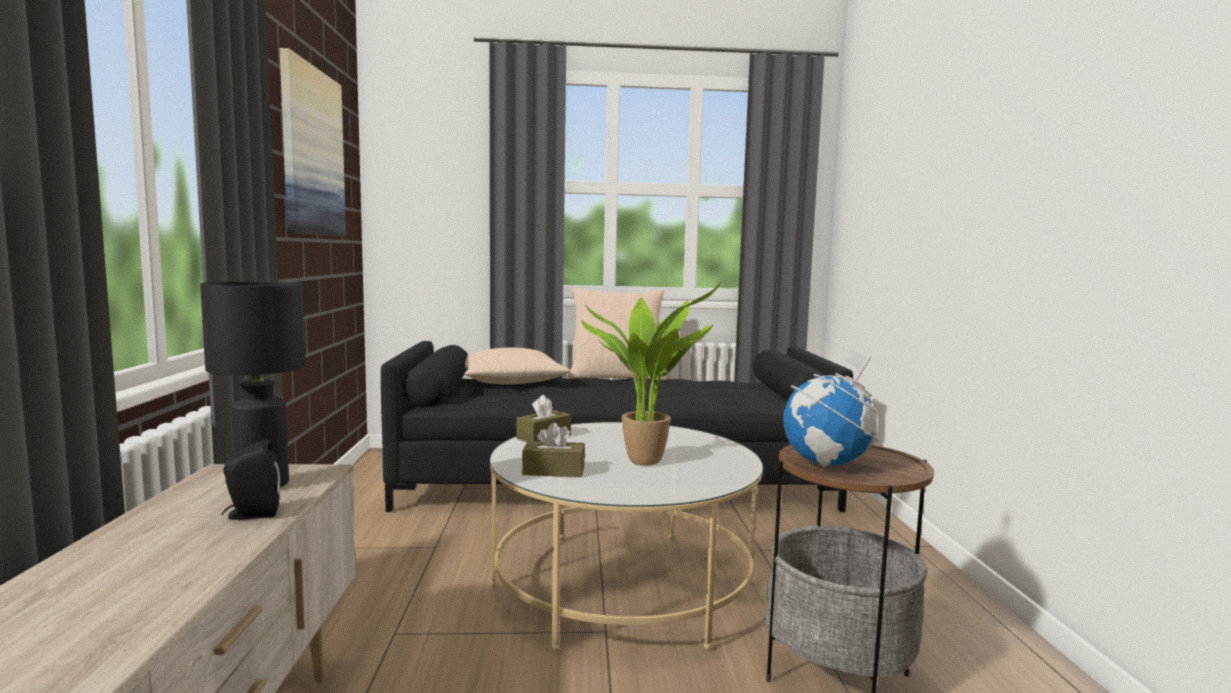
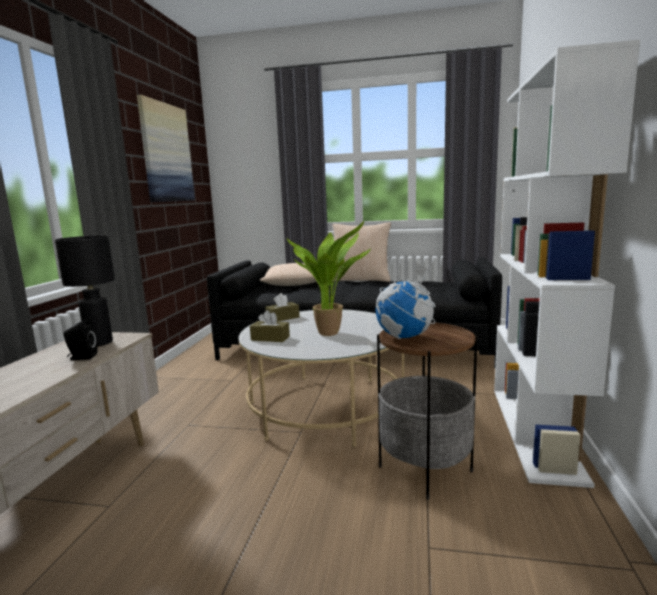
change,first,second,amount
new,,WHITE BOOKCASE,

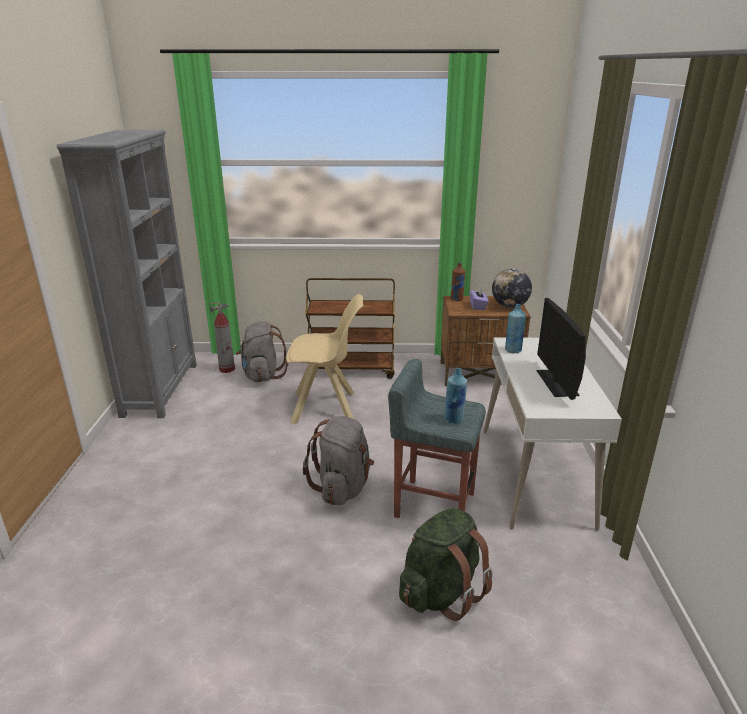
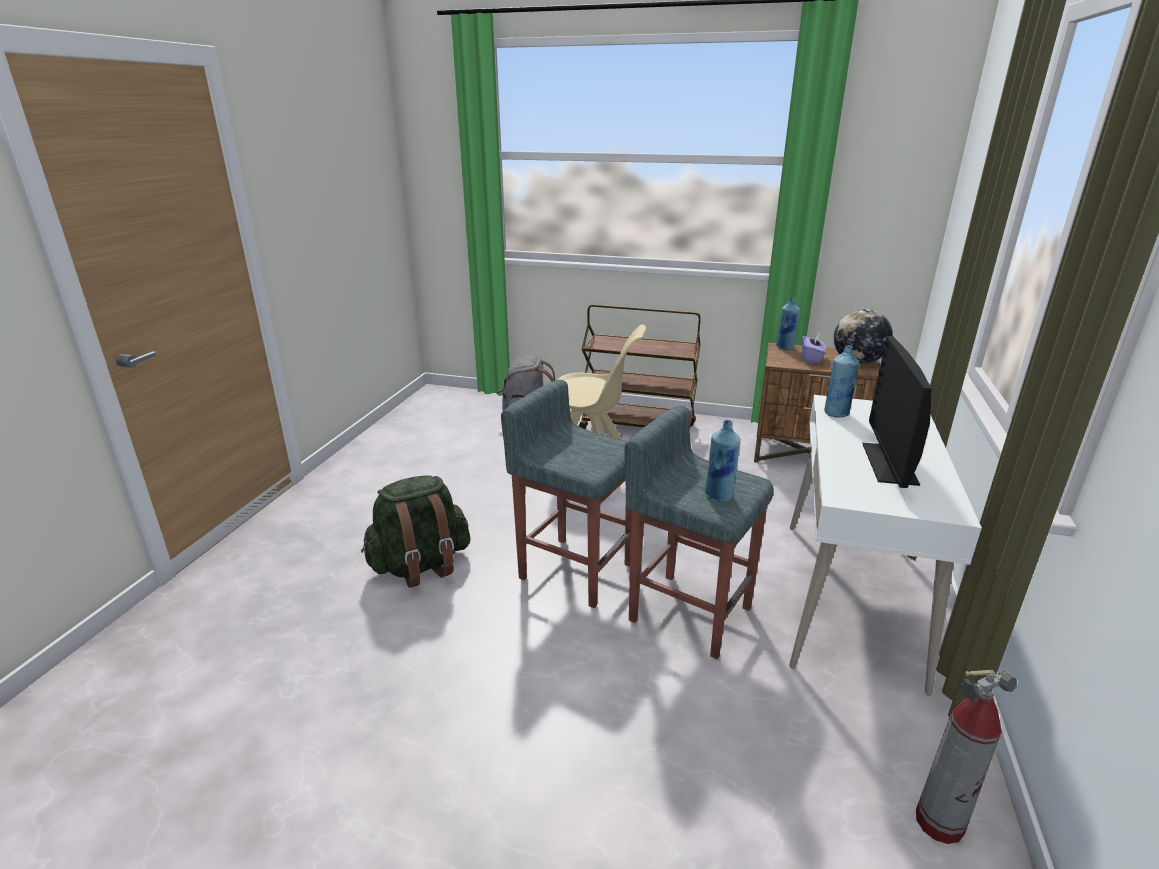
change,first,second,amount
gone,GREY BOOKCASE,,
shifted,FIRE EXTINGUISHER,,
shifted,GREEN BACKPACK,,
swapped,GREY BACKPACK (no. 2 from left),GREY STOOL (no. 1 from left),
repainted,BROWN BOTTLE,BLUE BOTTLE (no. 2 from left),

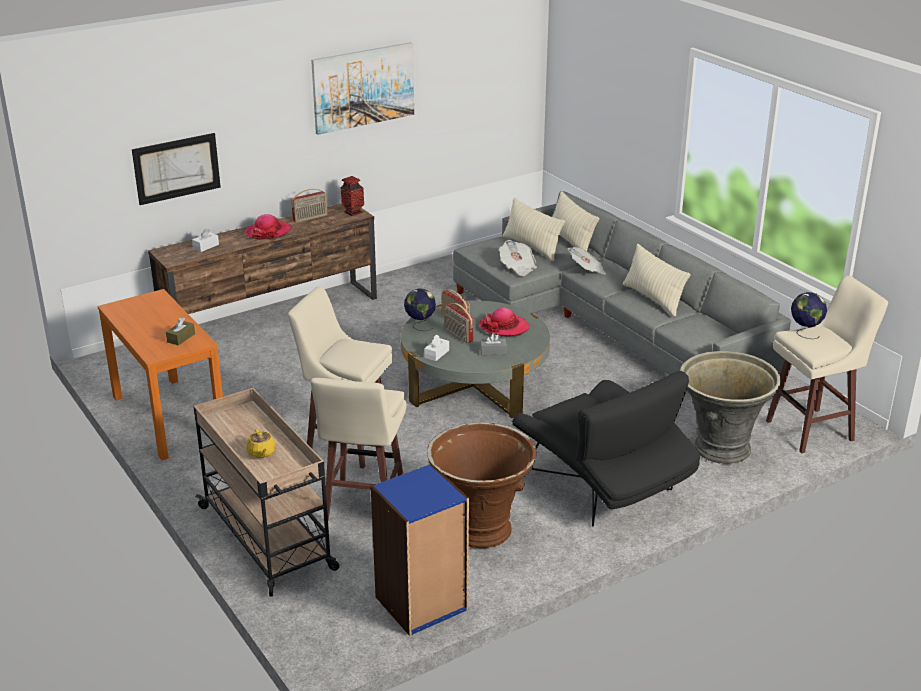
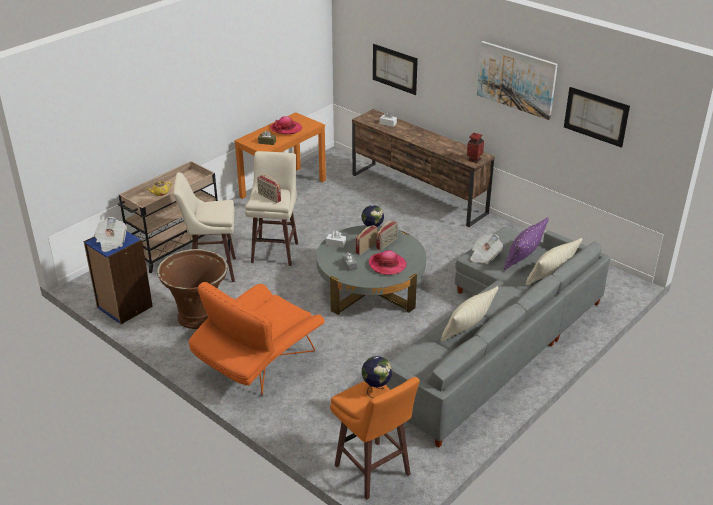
change,first,second,amount
gone,GREY PLANTER,,
new,,PICTURE (no. 3 from left),
shifted,HAT (no. 1 from left),,
shifted,RADIO (no. 1 from left),,
shifted,NEWSPAPER (no. 2 from left in the first image),NEWSPAPER (no. 1 from left),
repainted,BEIGE PILLOW (no. 1 from left),PURPLE PILLOW,
repainted,BLACK ARMCHAIR,ORANGE ARMCHAIR,
repainted,BEIGE STOOL (no. 3 from left),ORANGE STOOL,

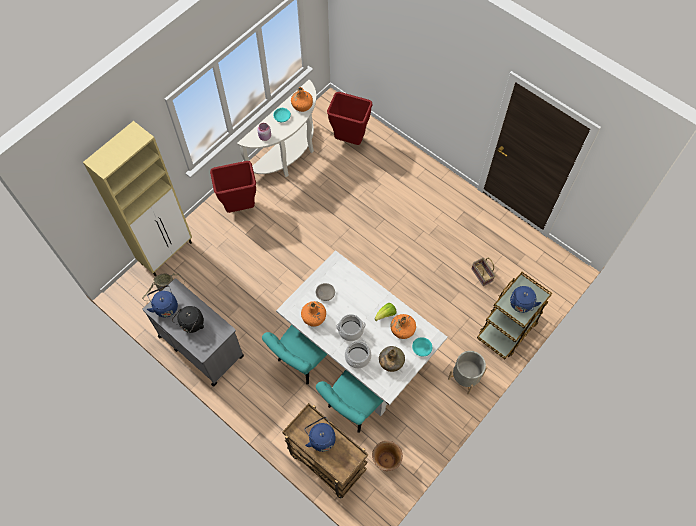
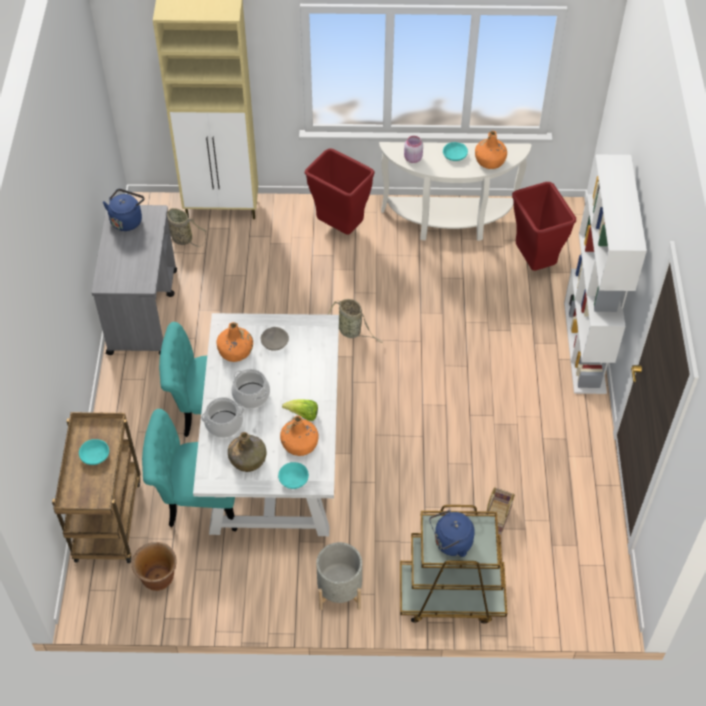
change,first,second,amount
gone,BLACK KETTLE,,
new,,BASKET (no. 2 from left),
new,,WHITE BOOKCASE,
swapped,BLUE KETTLE (no. 2 from left),TURQUOISE BOWL (no. 1 from left),

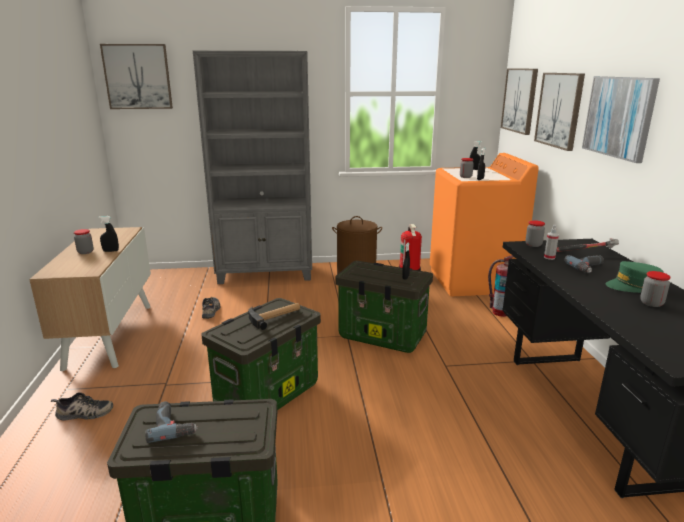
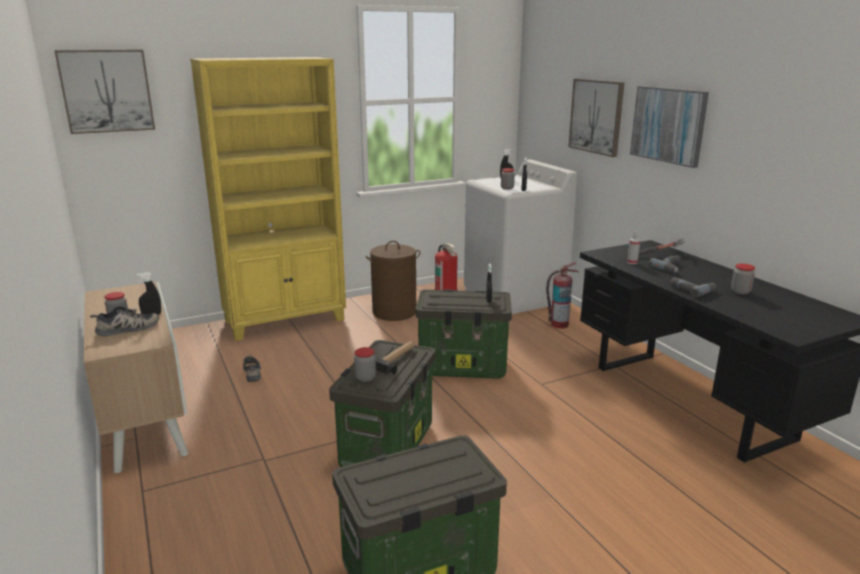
change,first,second,amount
gone,PICTURE (no. 2 from left),,
gone,GREEN CAP,,
shifted,SHOE (no. 1 from left),,
shifted,POWER DRILL (no. 1 from left in the first image),POWER DRILL (no. 2 from left),
shifted,JAR (no. 3 from left in the first image),JAR (no. 2 from left),
repainted,GREY BOOKCASE,YELLOW BOOKCASE,
repainted,ORANGE WASHING MACHINE,WHITE WASHING MACHINE,

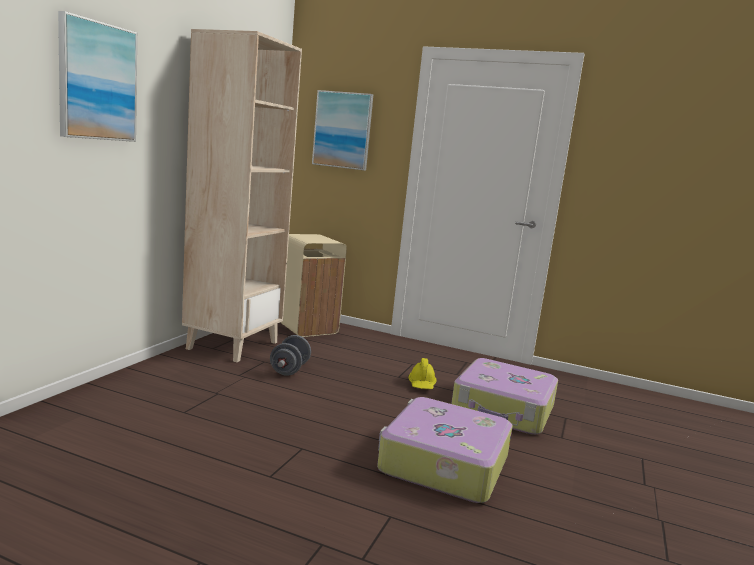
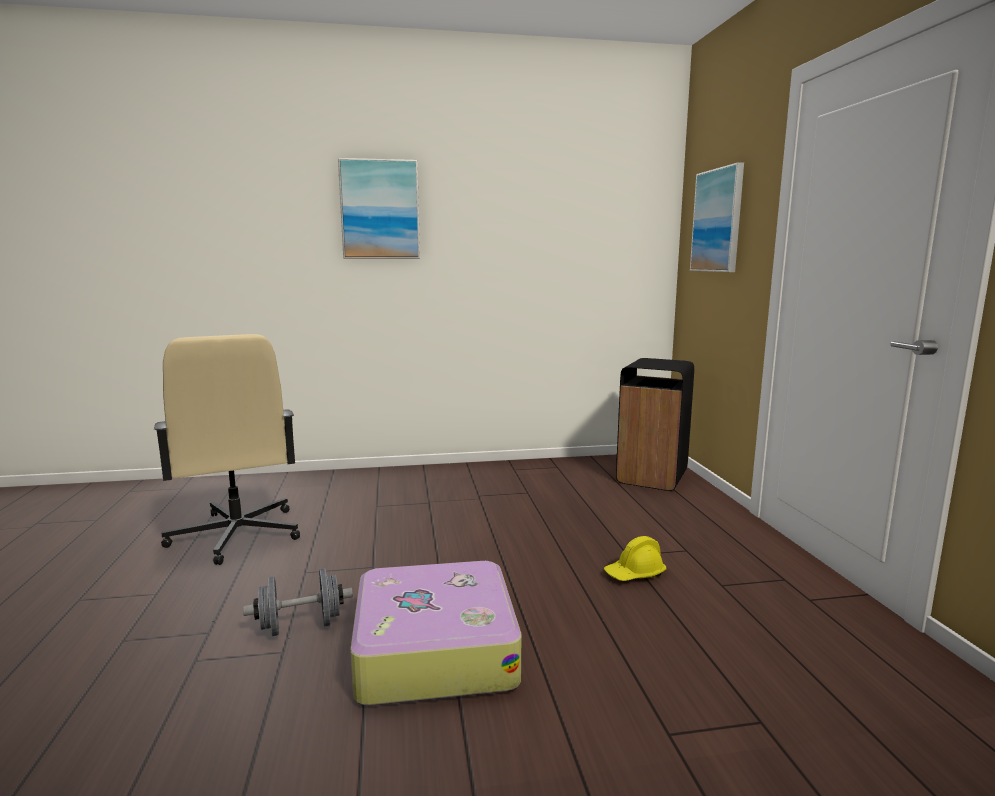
change,first,second,amount
gone,BEIGE BOOKCASE,,
gone,SUITCASE (no. 2 from left),,
new,,BEIGE OFFICE CHAIR,
shifted,GREY DUMBBELL,,
repainted,BEIGE TRASH CAN,BLACK TRASH CAN,

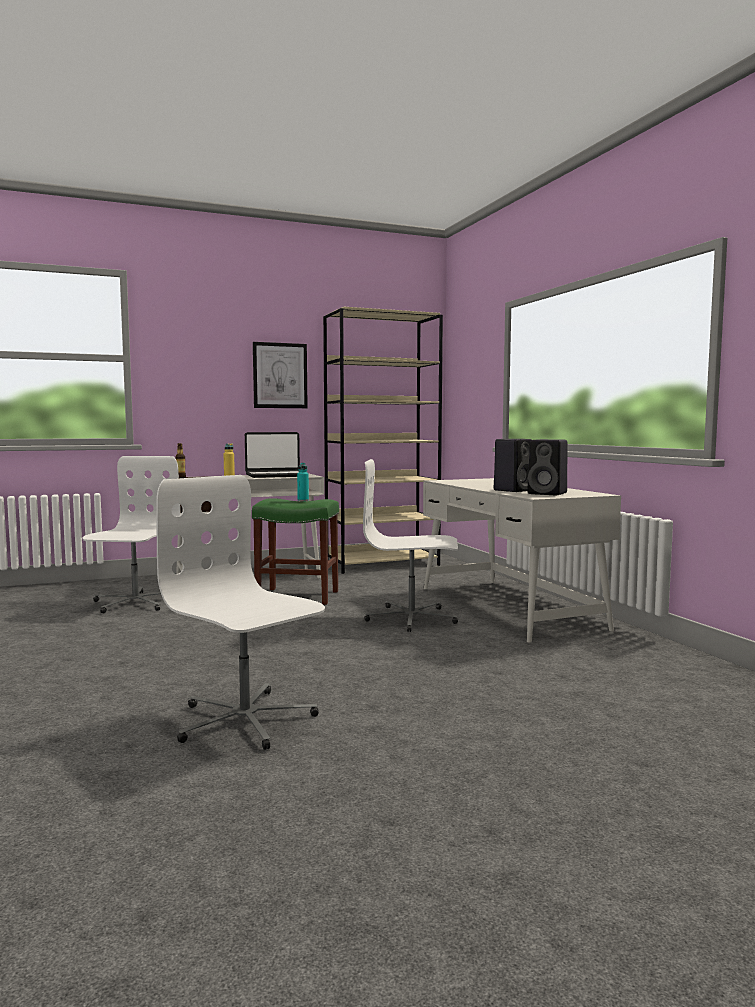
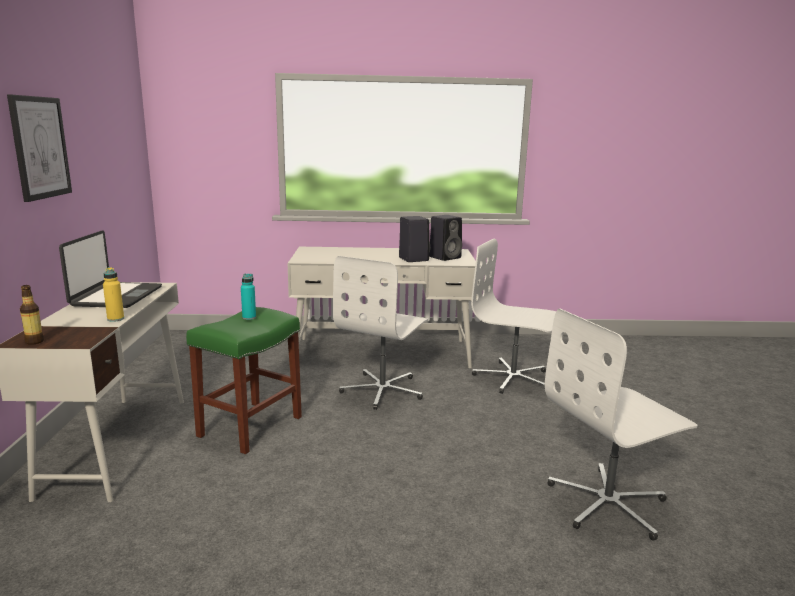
change,first,second,amount
gone,BEIGE BOOKCASE,,
shifted,WHITE OFFICE CHAIR (no. 1 from left in the first image),WHITE OFFICE CHAIR (no. 2 from left),

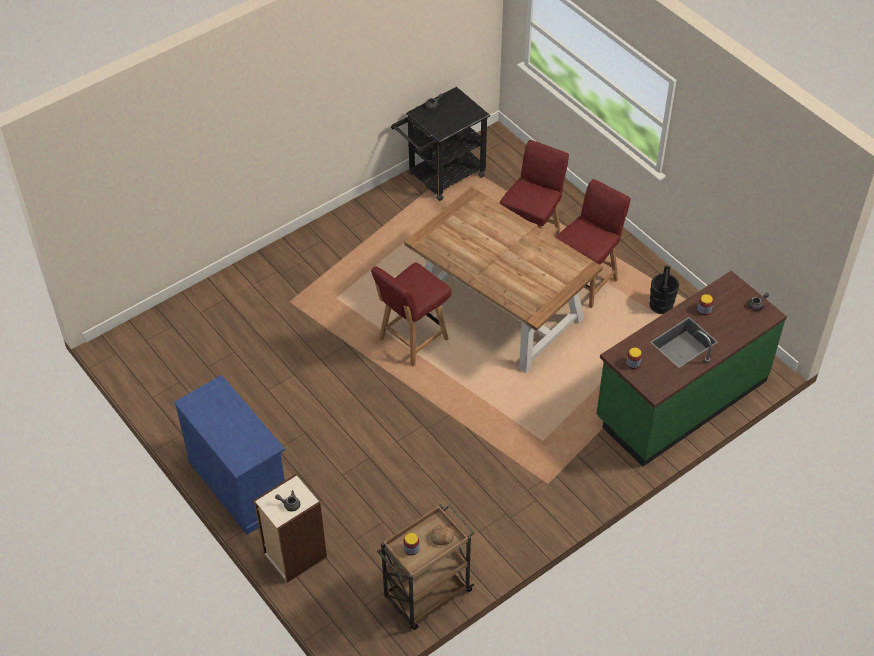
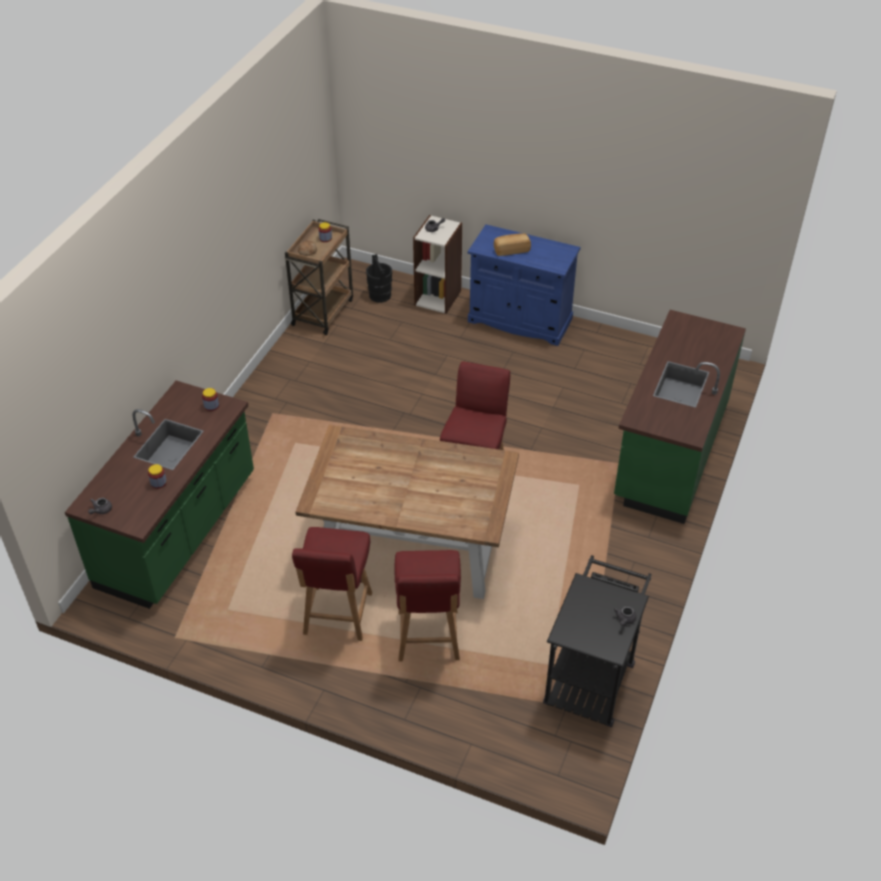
change,first,second,amount
new,,BREAD (no. 2 from left),
new,,GREEN COUNTER (no. 2 from left),
shifted,BLACK BUCKET,,

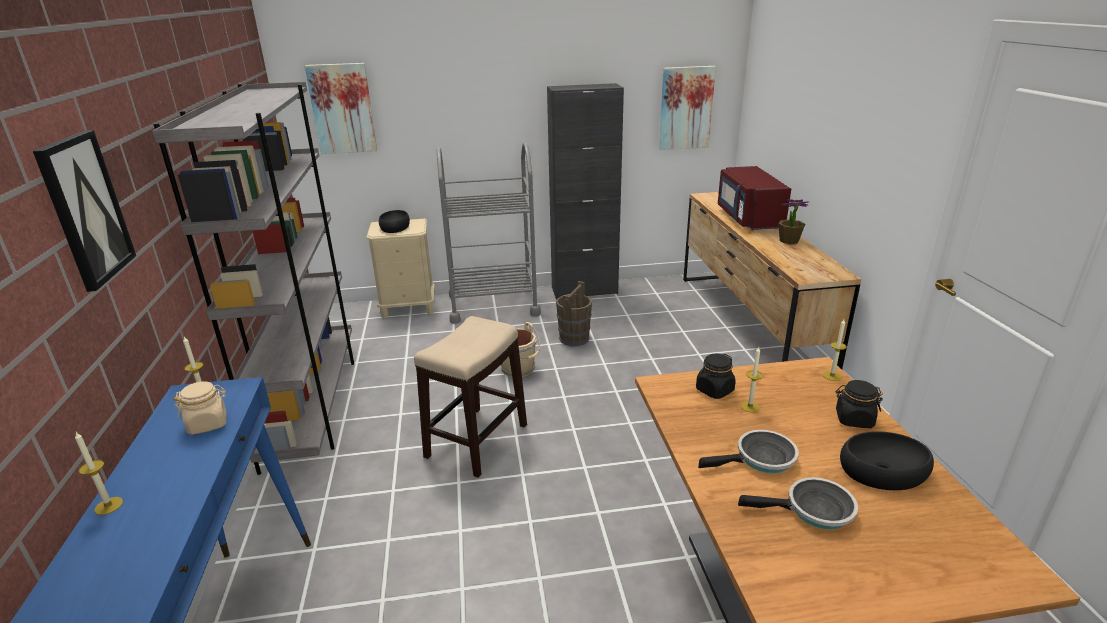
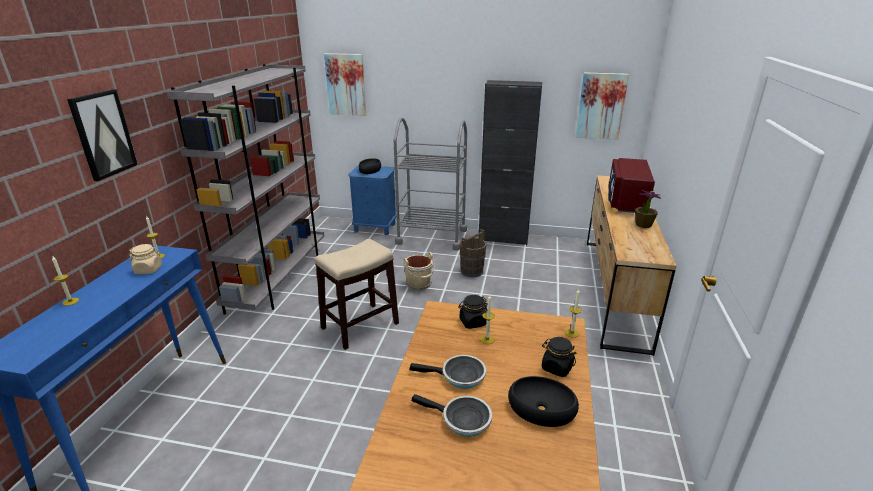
change,first,second,amount
repainted,BEIGE NIGHTSTAND,BLUE NIGHTSTAND,

